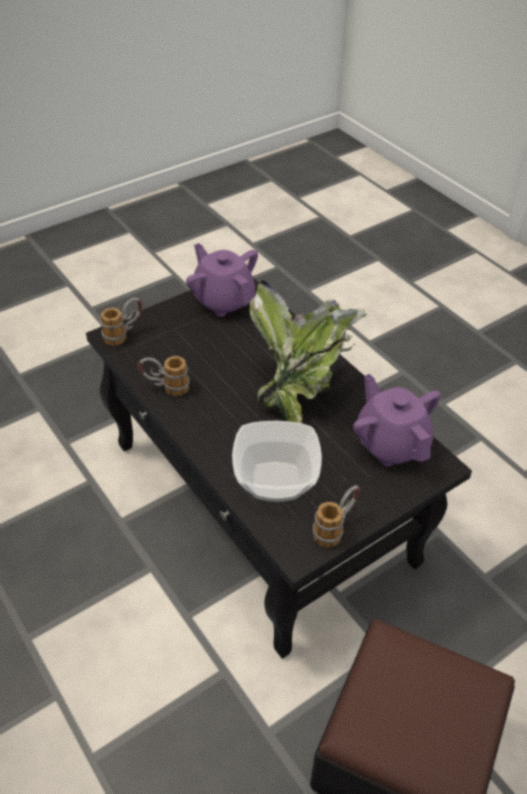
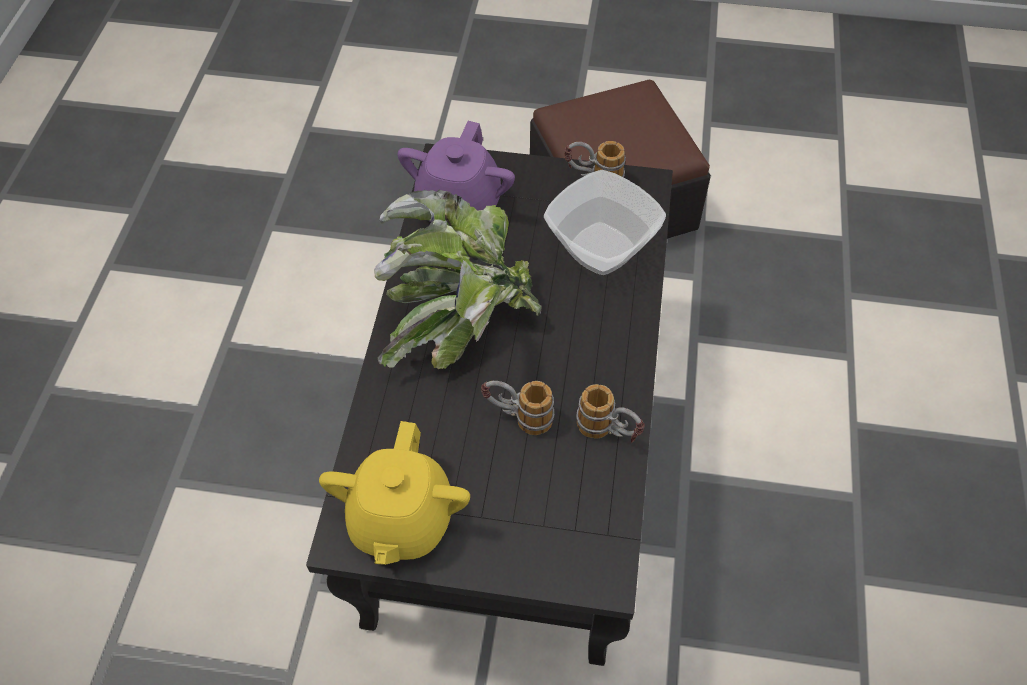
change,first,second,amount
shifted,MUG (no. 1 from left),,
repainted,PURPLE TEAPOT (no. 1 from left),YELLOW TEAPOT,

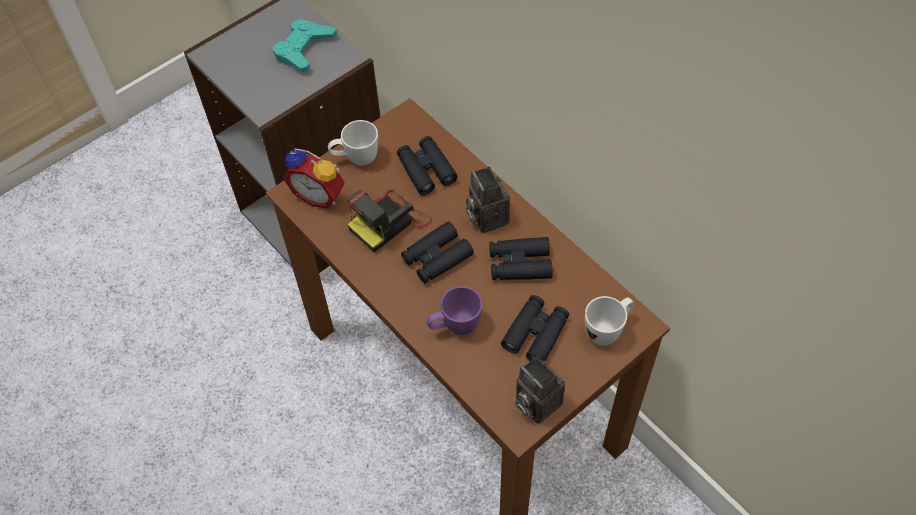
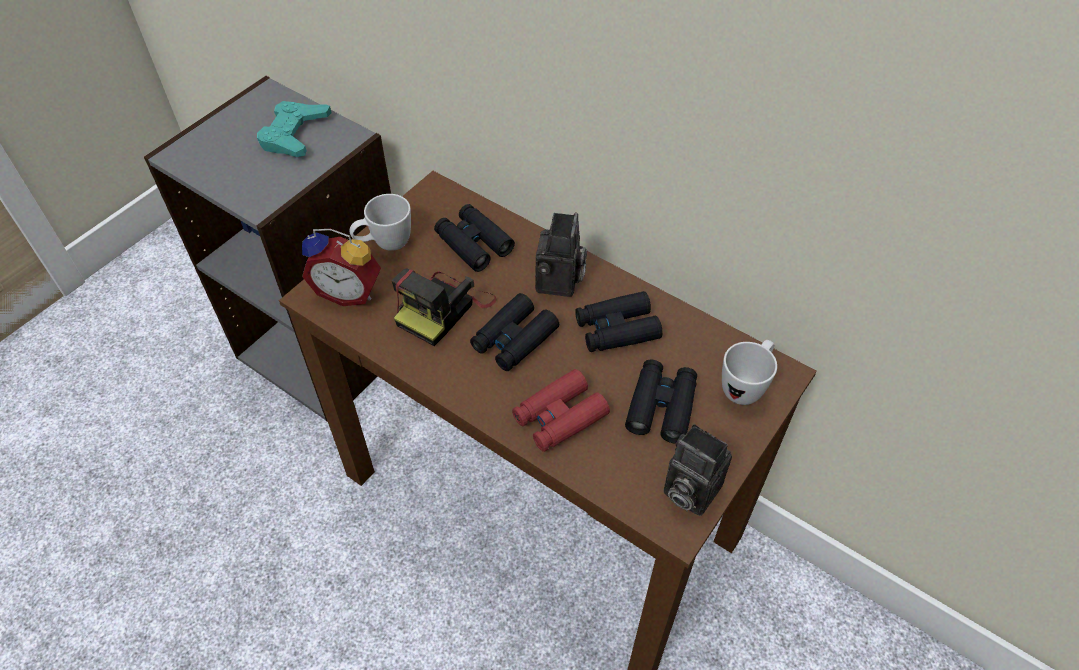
change,first,second,amount
swapped,PURPLE MUG,RED BINOCULARS,
rotated,PHOTO CAMERA (no. 2 from left),,135 degrees counterclockwise

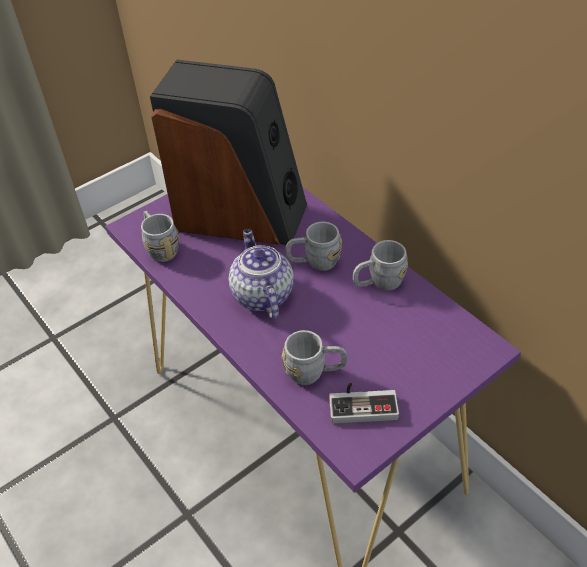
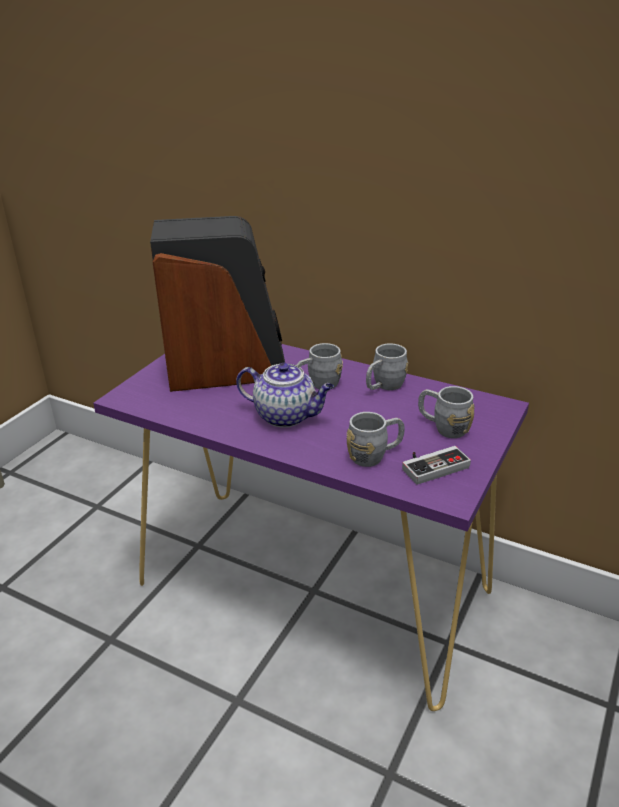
change,first,second,amount
shifted,GREY MUG (no. 1 from left in the first image),GREY MUG (no. 4 from left),
rotated,TEAPOT,,150 degrees clockwise

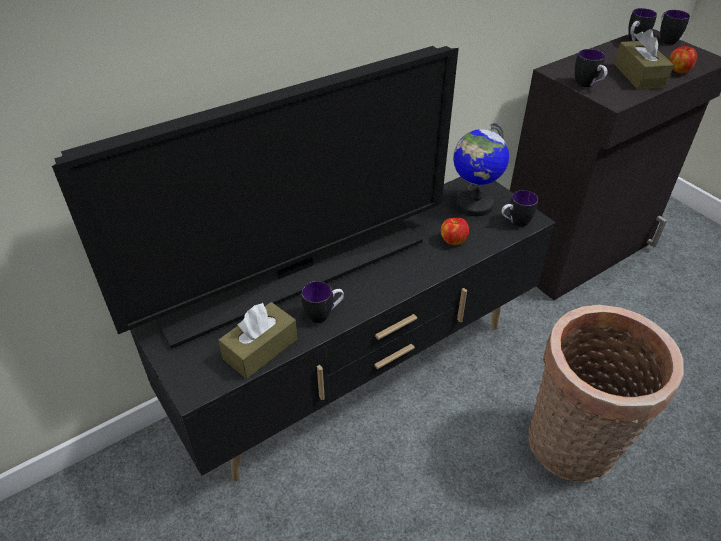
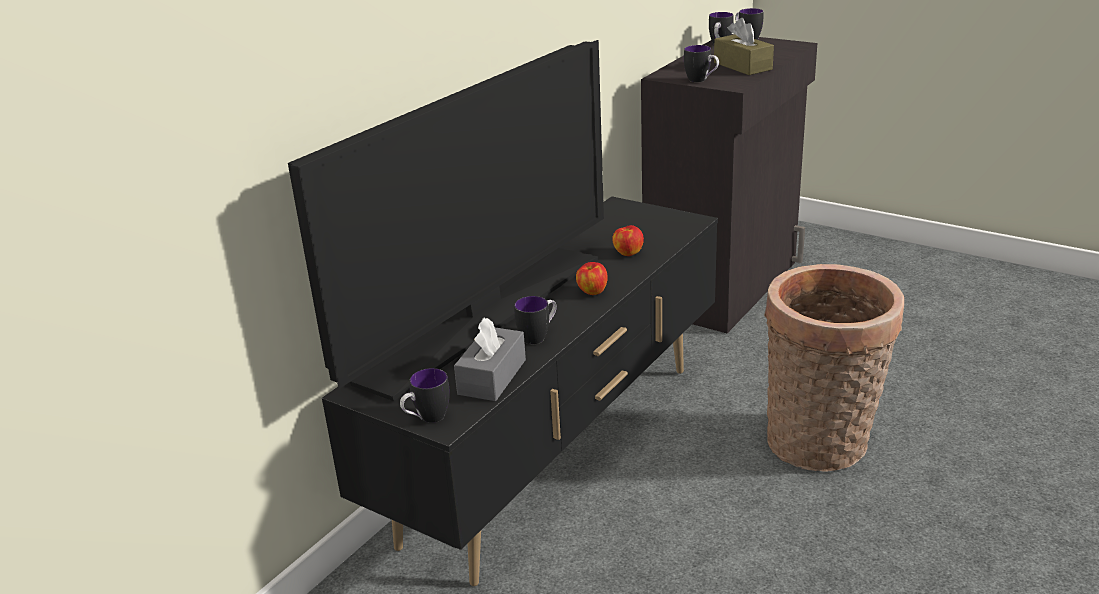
change,first,second,amount
gone,GLOBE,,
shifted,MUG (no. 2 from left in the first image),MUG (no. 1 from left),
shifted,APPLE (no. 2 from left in the first image),APPLE (no. 1 from left),
repainted,BROWN TISSUE BOX (no. 1 from left),GREY TISSUE BOX,

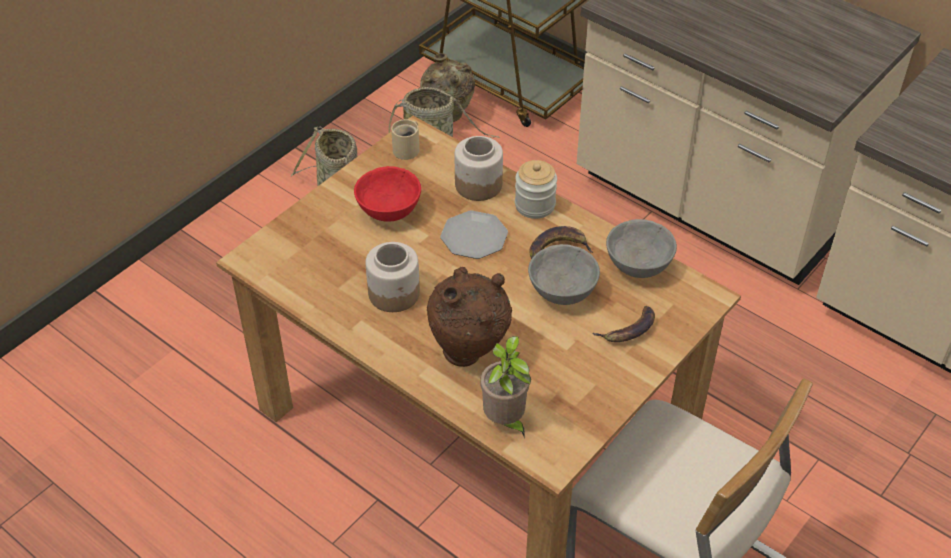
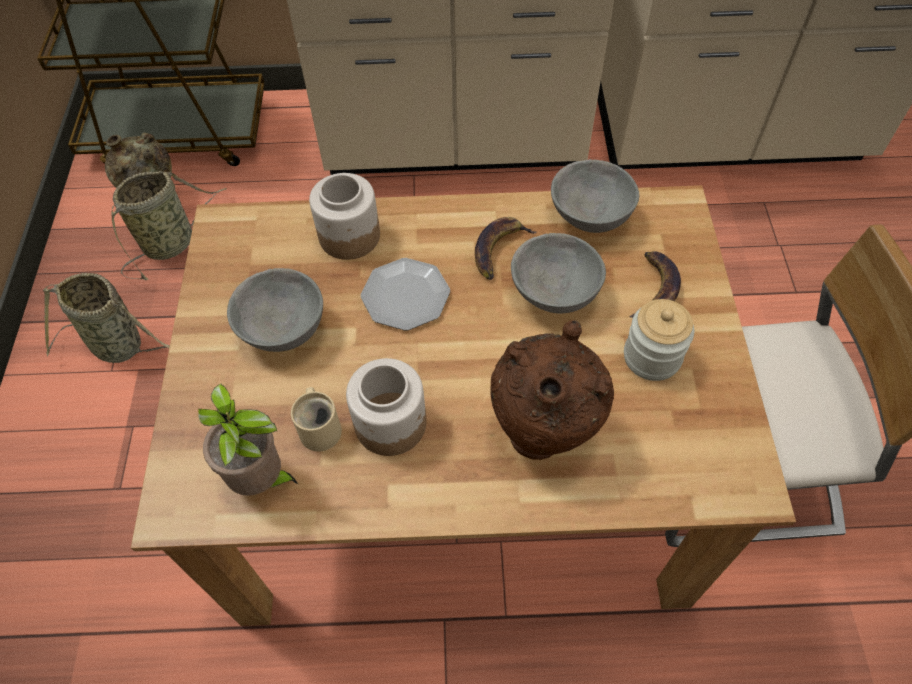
change,first,second,amount
shifted,BEIGE MUG,,
shifted,POTTED PLANT,,
shifted,JAR (no. 3 from left),,
repainted,RED BOWL,GREY BOWL (no. 1 from left),

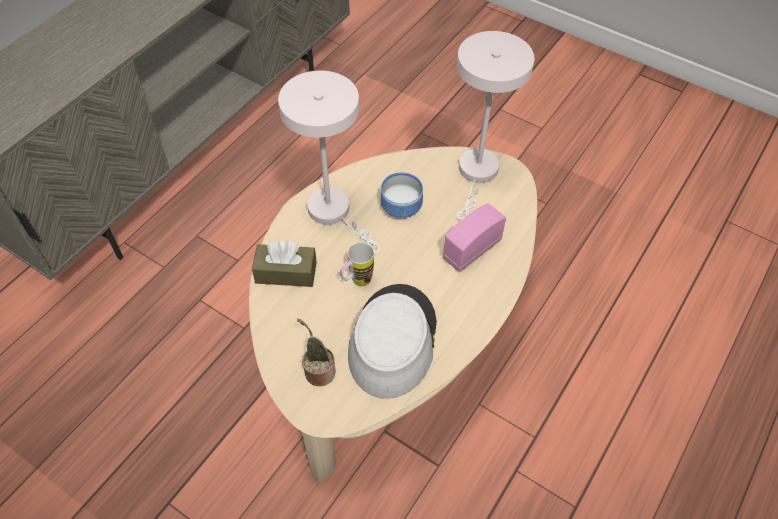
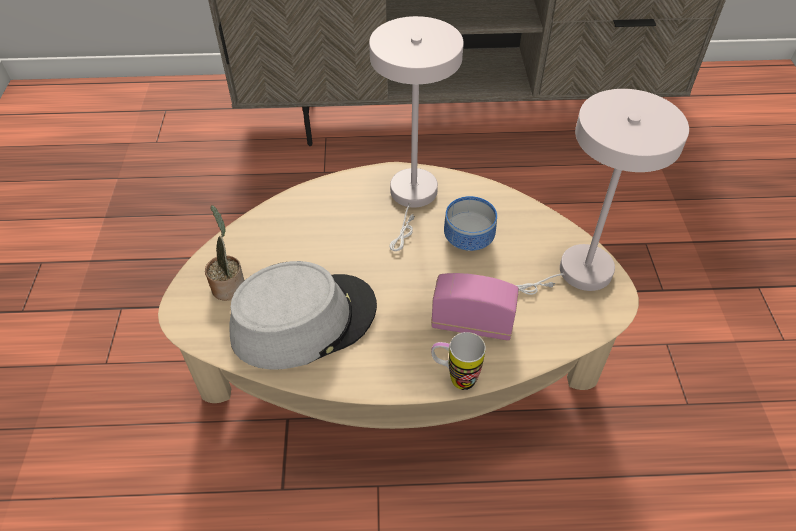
change,first,second,amount
gone,BROWN TISSUE BOX,,
shifted,MUG,,

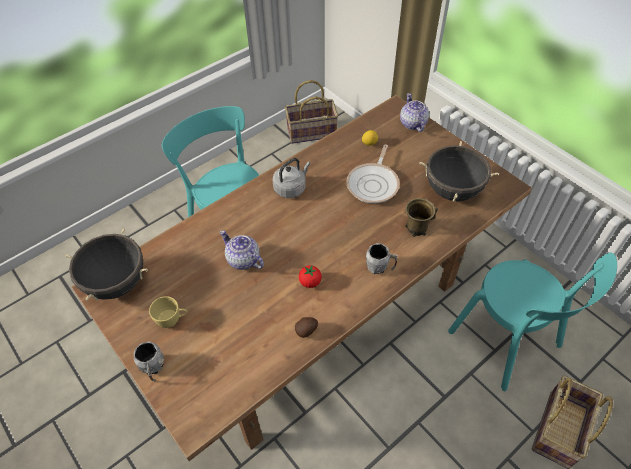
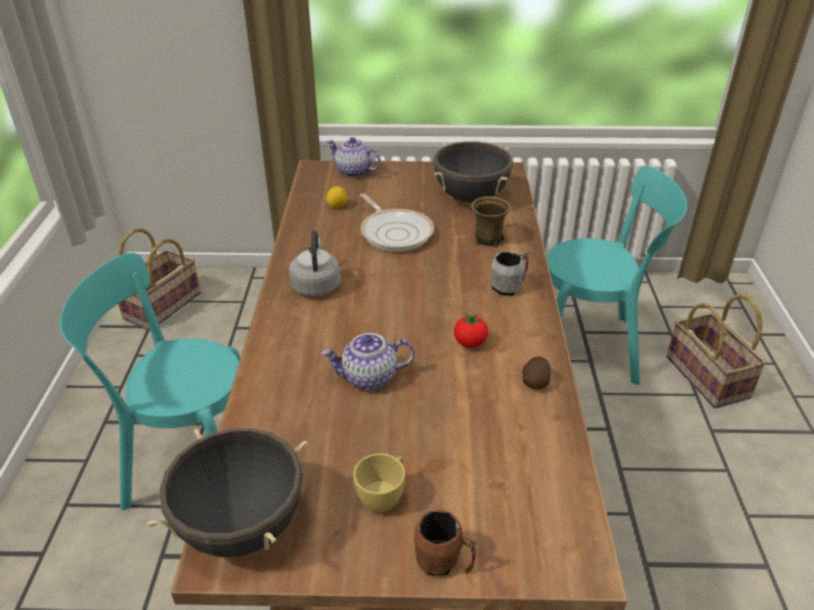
change,first,second,amount
repainted,GREY MUG (no. 1 from left),BROWN MUG (no. 1 from left),

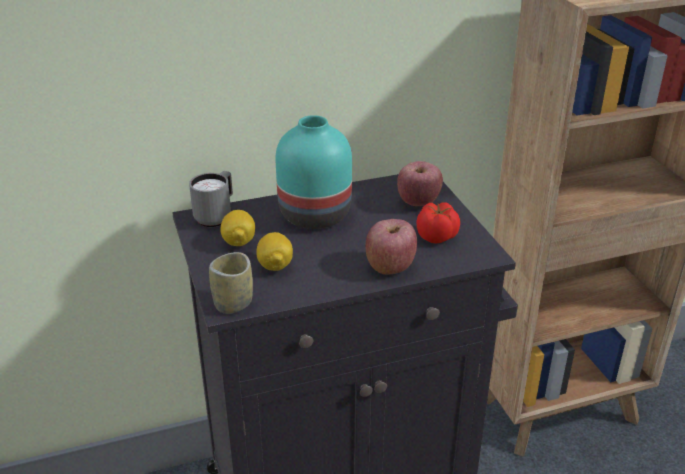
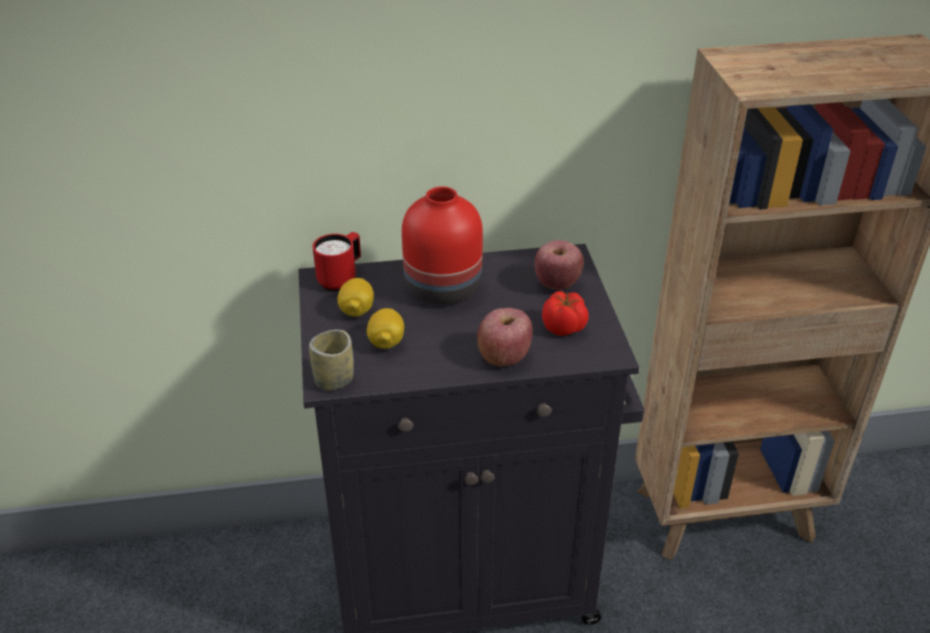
change,first,second,amount
repainted,GREY MUG,RED MUG,
repainted,TURQUOISE VASE,RED VASE,

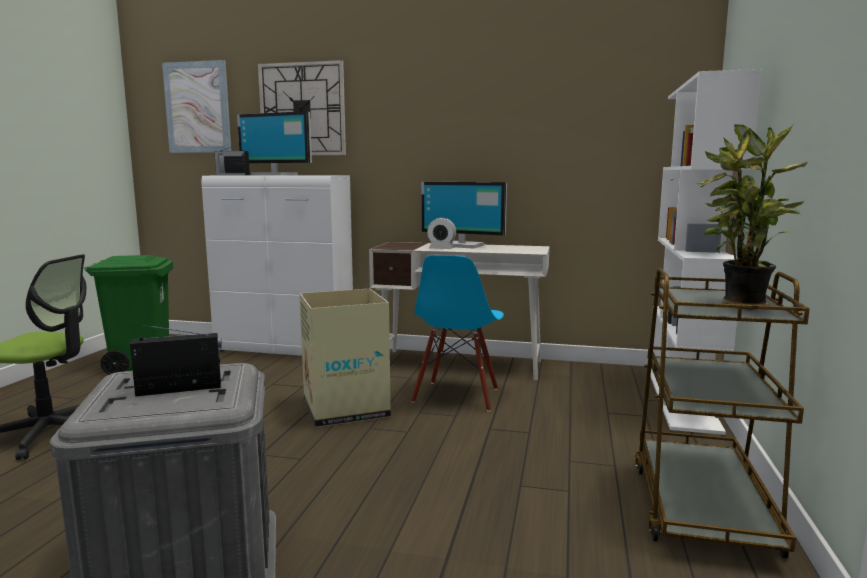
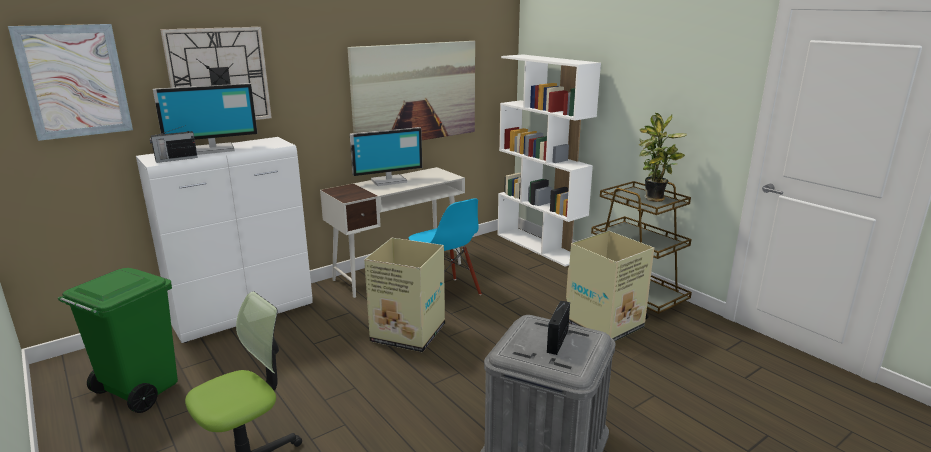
change,first,second,amount
gone,ALARM CLOCK,,
new,,PICTURE (no. 2 from left),
new,,CARDBOARD BOX (no. 2 from left),

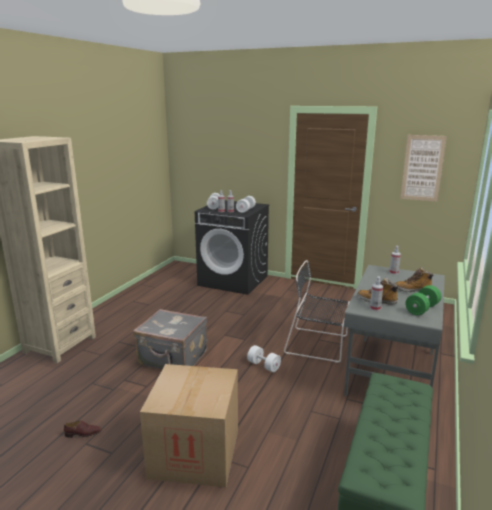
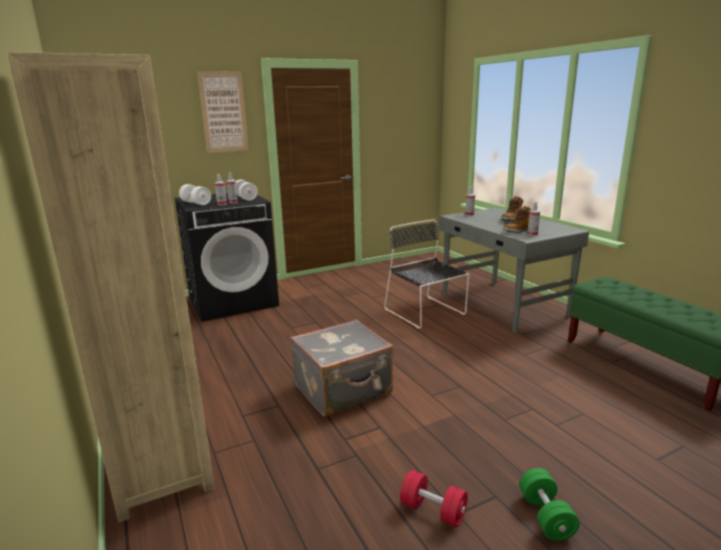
change,first,second,amount
gone,CARDBOARD BOX,,
gone,WHITE DUMBBELL (no. 3 from left),,
shifted,PICTURE,,
shifted,GREEN DUMBBELL,,
swapped,BROWN SHOE,RED DUMBBELL,
rotated,BLACK CHAIR,,90 degrees clockwise

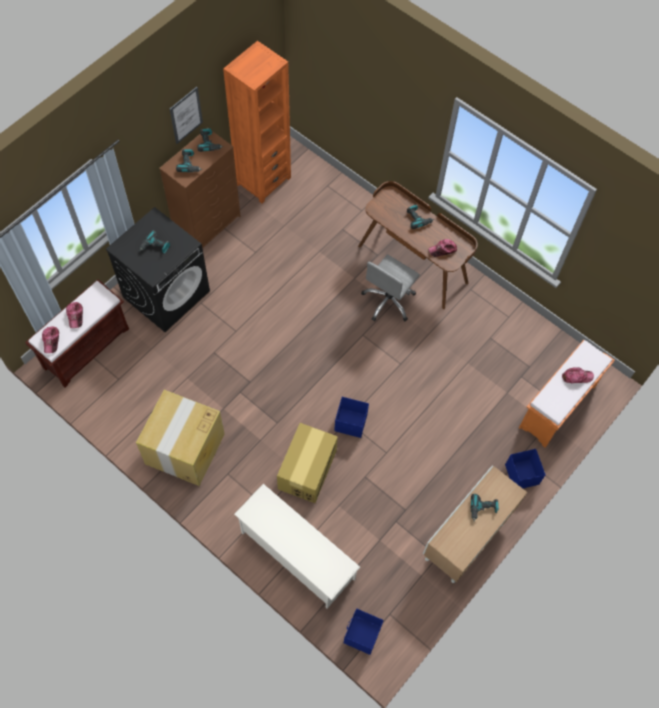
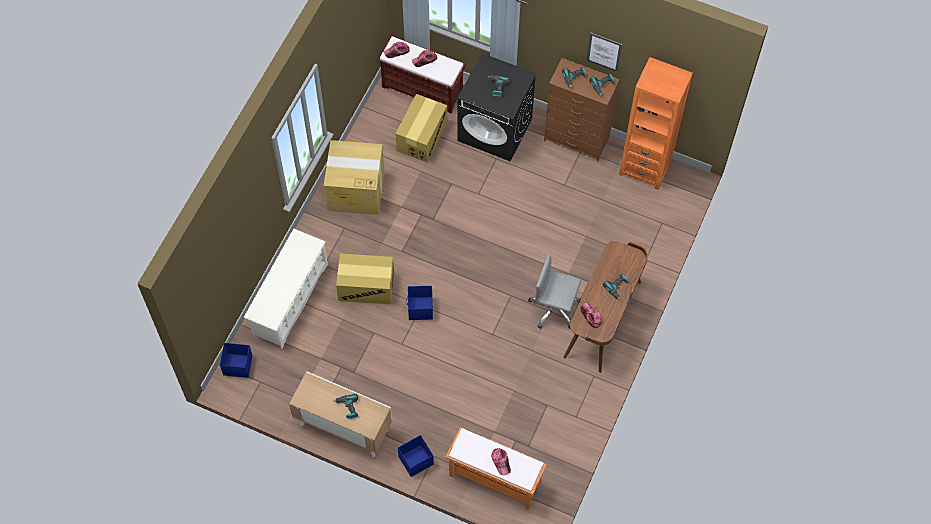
change,first,second,amount
new,,CARDBOARD BOX (no. 3 from left),

